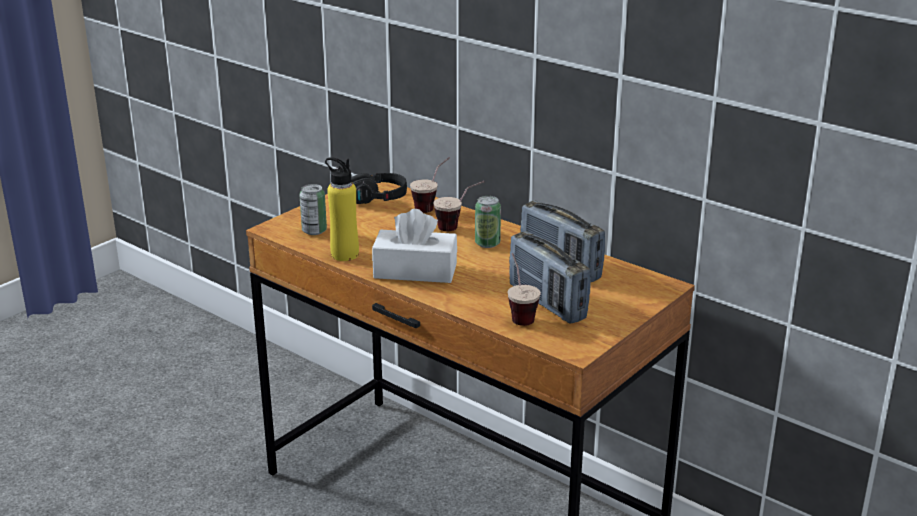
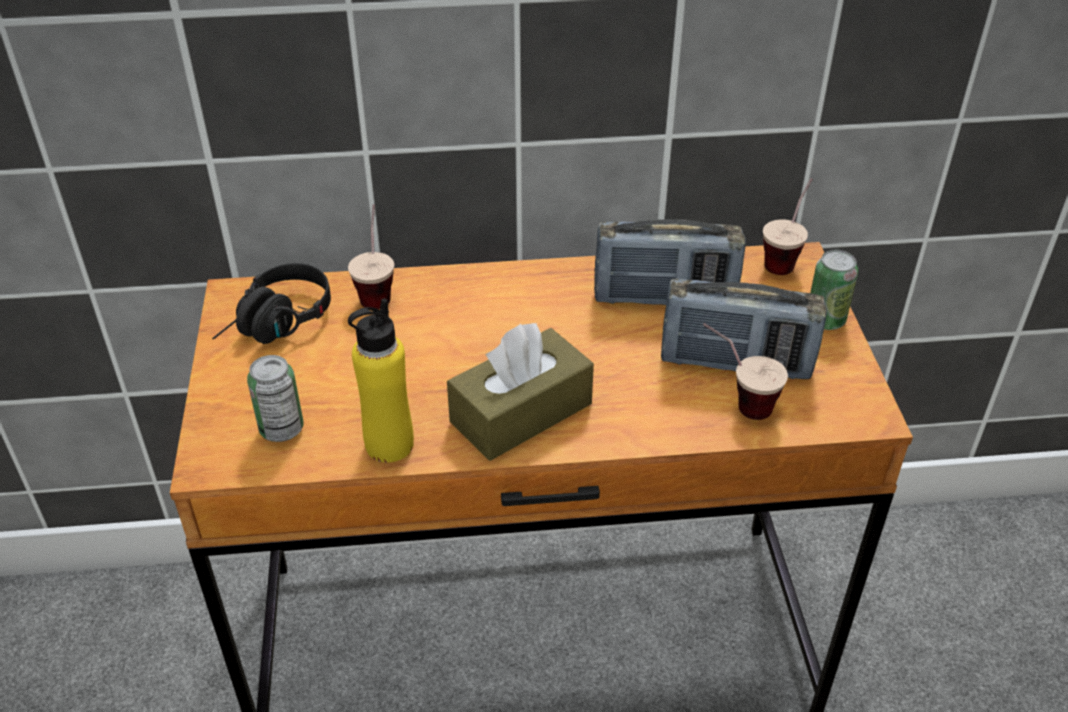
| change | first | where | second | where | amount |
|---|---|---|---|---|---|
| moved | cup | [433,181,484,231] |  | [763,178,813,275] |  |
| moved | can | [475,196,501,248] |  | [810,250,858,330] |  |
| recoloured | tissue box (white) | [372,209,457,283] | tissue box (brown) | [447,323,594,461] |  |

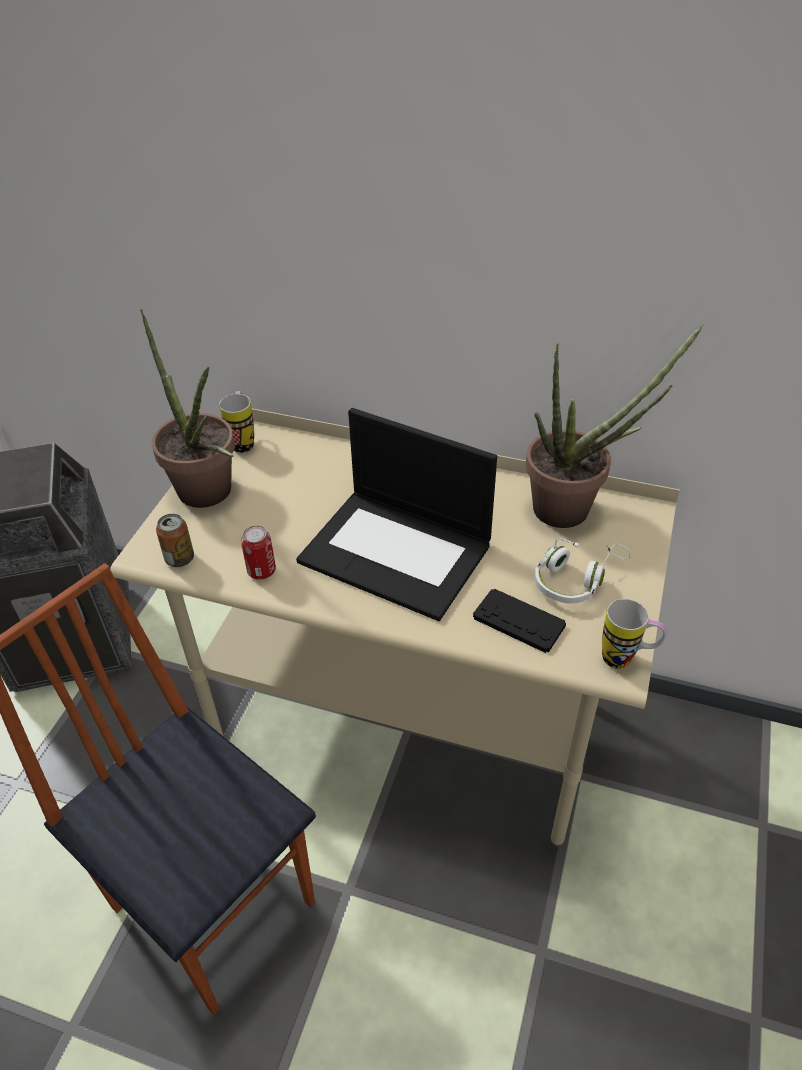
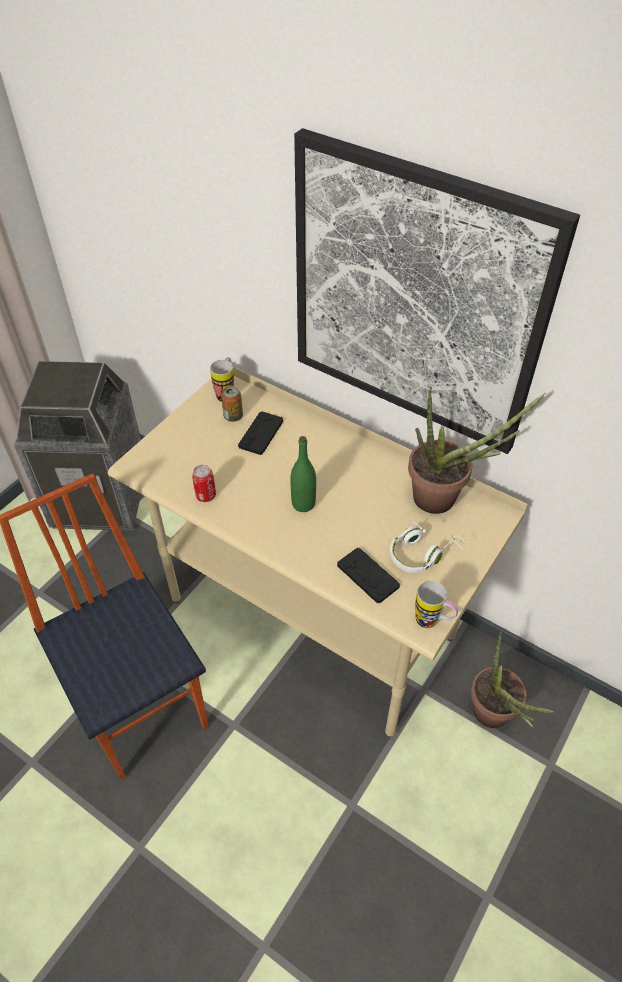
| change | first | where | second | where | amount |
|---|---|---|---|---|---|
| added |  |  | game controller (black) | [238,411,283,455] |  |
| added |  |  | picture | [294,128,580,454] |  |
| moved | potted plant | [140,309,235,508] |  | [471,632,554,728] |  |
| moved | can | [156,514,194,567] |  | [221,386,243,422] |  |
| replaced | laptop | [296,408,497,621] | bottle (green) | [290,436,316,512] |  |

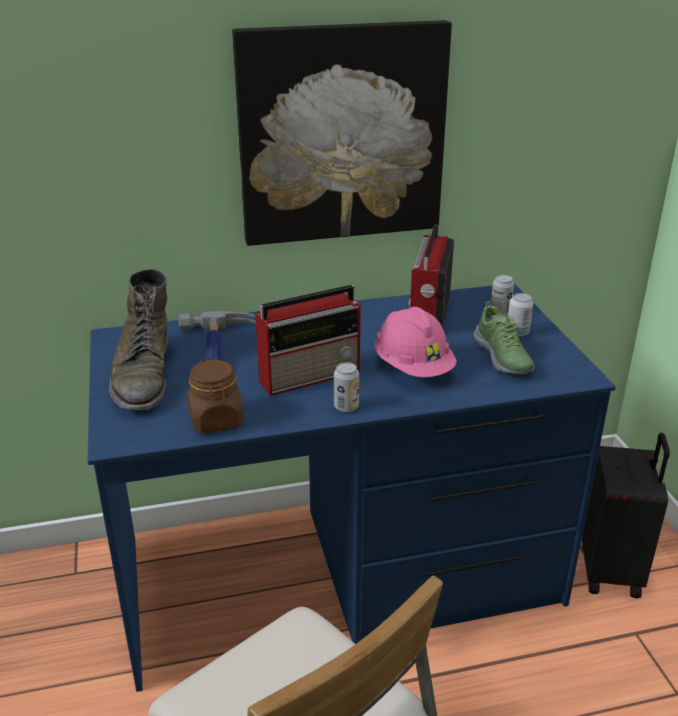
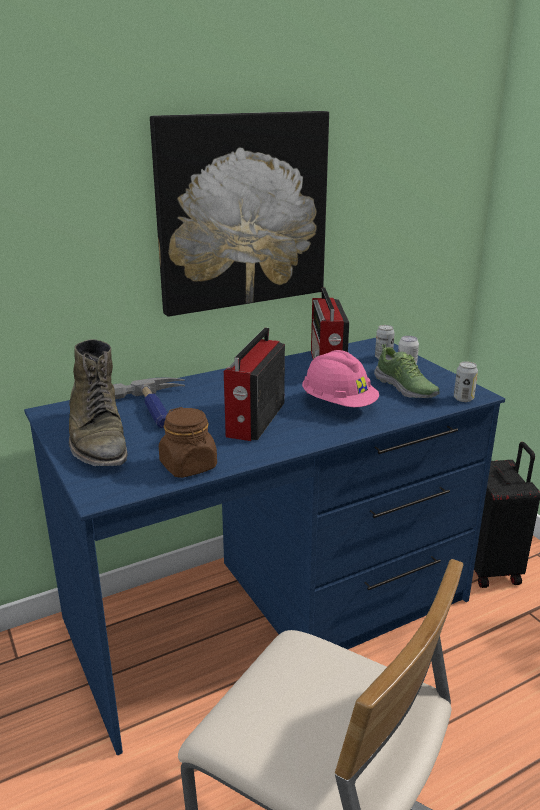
| change | first | where | second | where | amount |
|---|---|---|---|---|---|
| moved | can | [334,362,359,412] |  | [454,362,478,402] |  |
| turned | radio | [255,285,361,396] |  | [224,328,285,441] | 150 degrees clockwise |

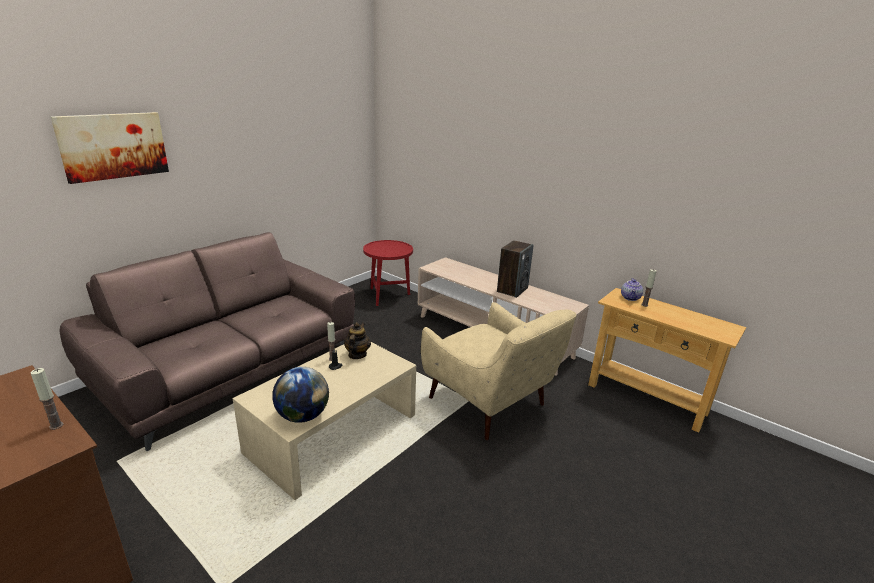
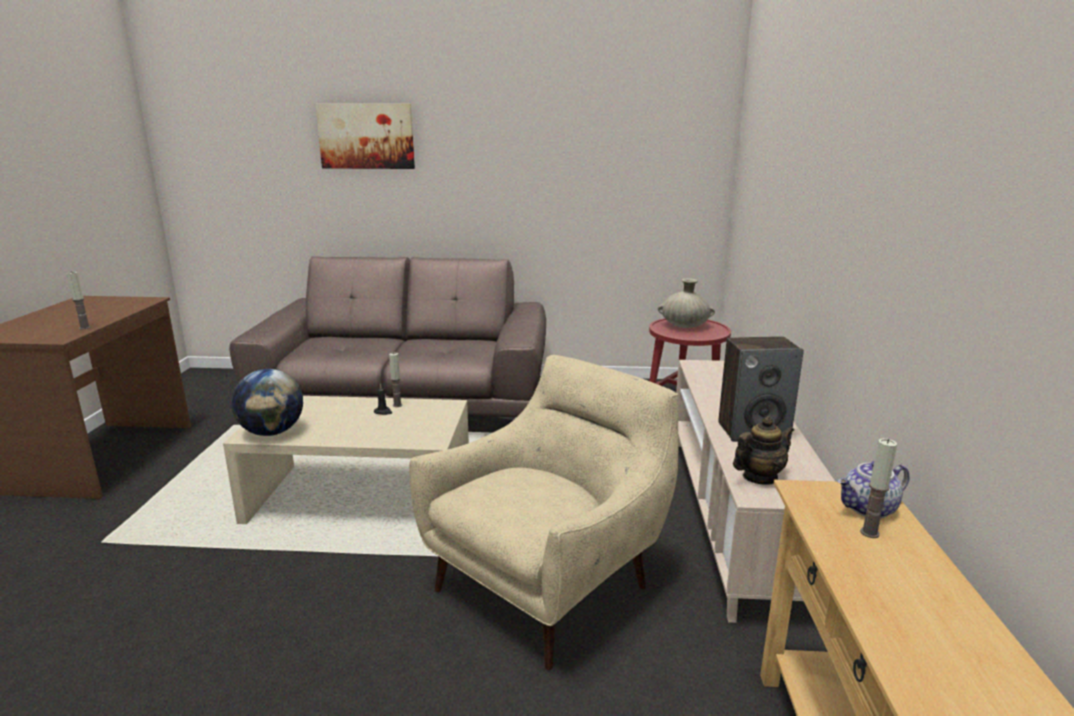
| change | first | where | second | where | amount |
|---|---|---|---|---|---|
| added |  |  | vase (beige) | [658,278,715,328] |  |
| moved | teapot | [344,322,371,359] |  | [733,416,794,485] |  |
| turned | armchair (beige) | [421,302,577,440] |  | [409,355,678,670] | 150 degrees counterclockwise |

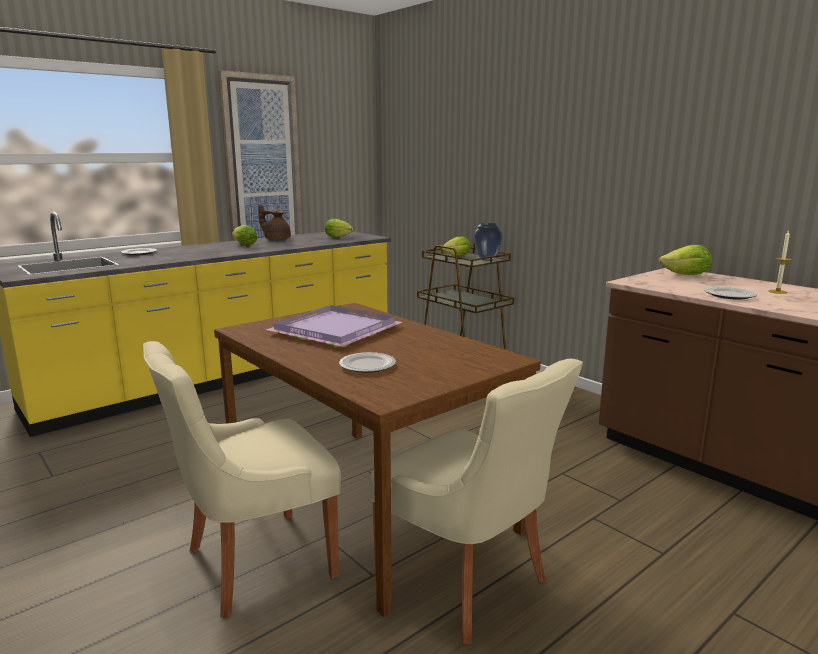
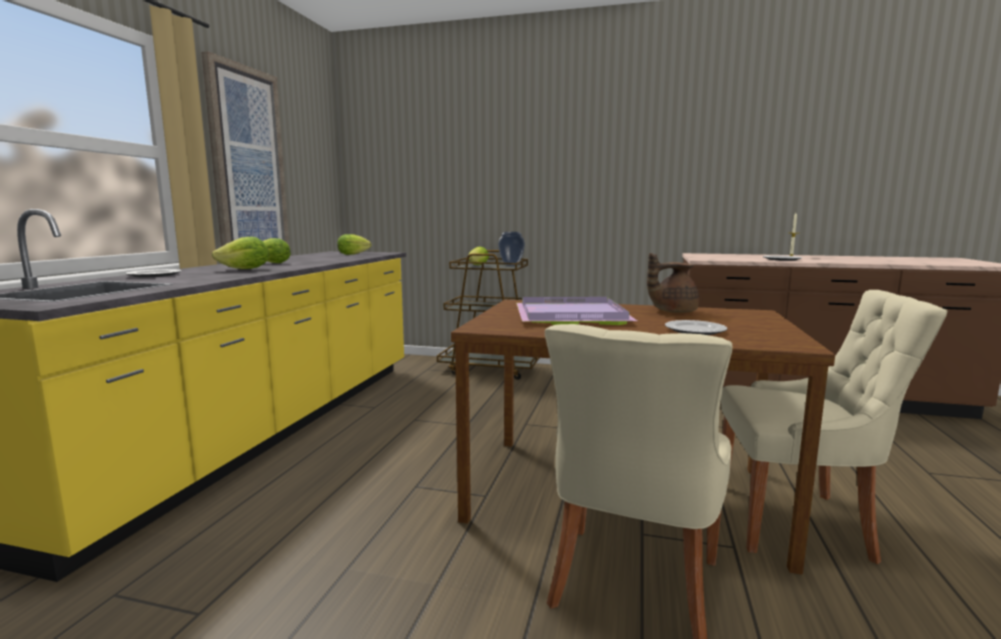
| change | first | where | second | where | amount |
|---|---|---|---|---|---|
| moved | teapot (brown) | [258,204,291,241] |  | [647,253,699,313] |  |
| moved | lettuce | [659,245,712,275] |  | [212,237,269,269] |  |

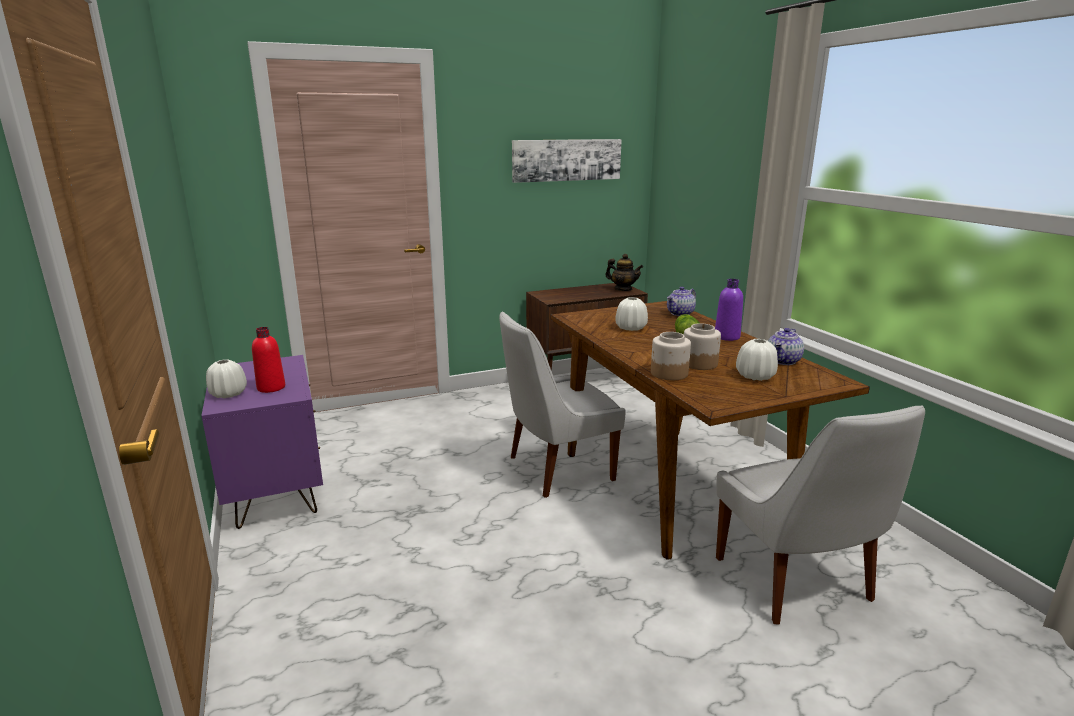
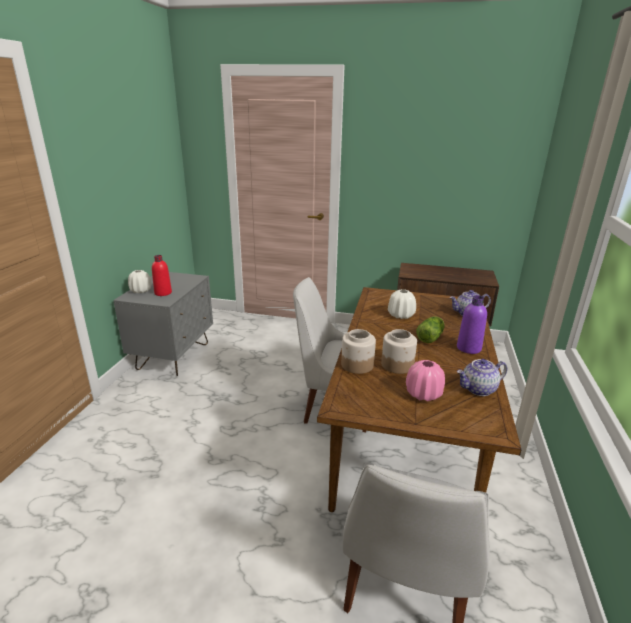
| change | first | where | second | where | amount |
|---|---|---|---|---|---|
| removed | picture | [512,139,622,183] |  |  |  |
| removed | teapot | [605,254,643,291] |  |  |  |
| recoloured | nightstand (purple) | [201,355,323,529] | nightstand (grey) | [113,272,213,376] |  |
| recoloured | vase (white) | [736,339,778,381] | vase (pink) | [406,360,445,402] |  |

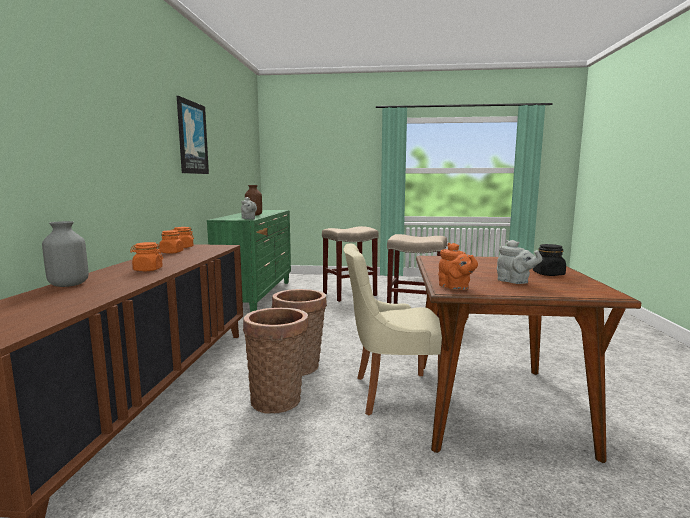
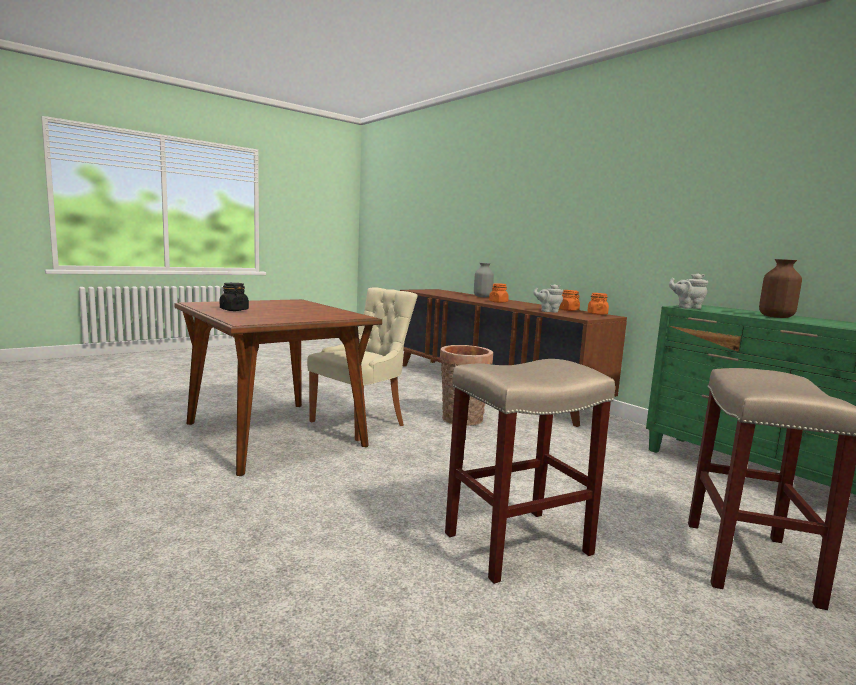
| change | first | where | second | where | amount |
|---|---|---|---|---|---|
| removed | picture | [177,96,209,174] |  |  |  |
| removed | basket | [243,308,309,414] |  |  |  |
| removed | teapot (orange) | [438,243,478,290] |  |  |  |
| moved | teapot (grey) | [497,240,542,284] |  | [533,284,563,313] |  |

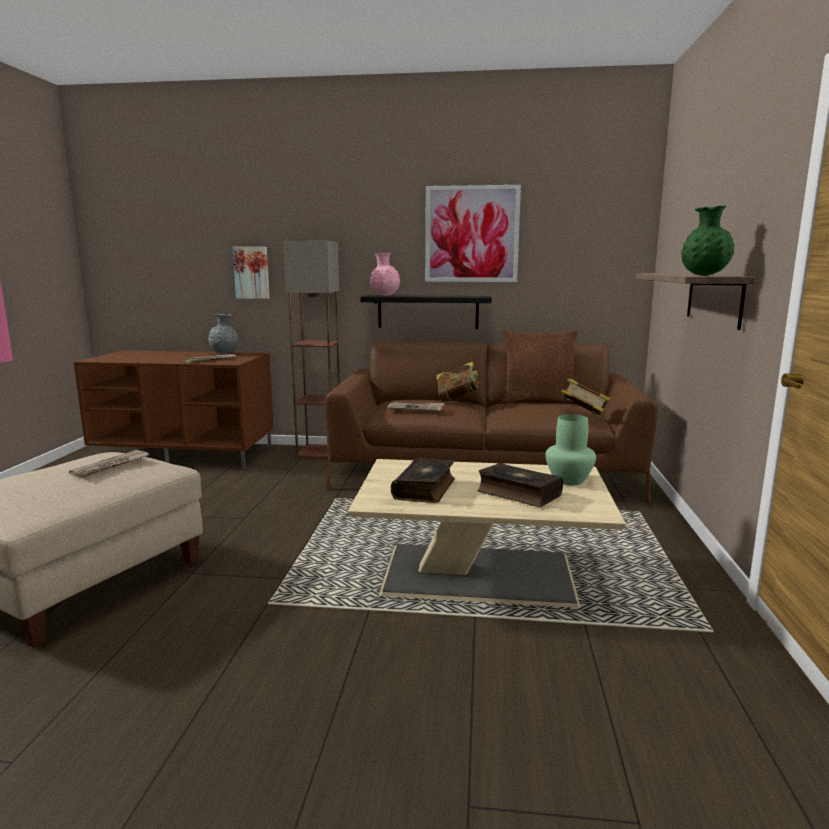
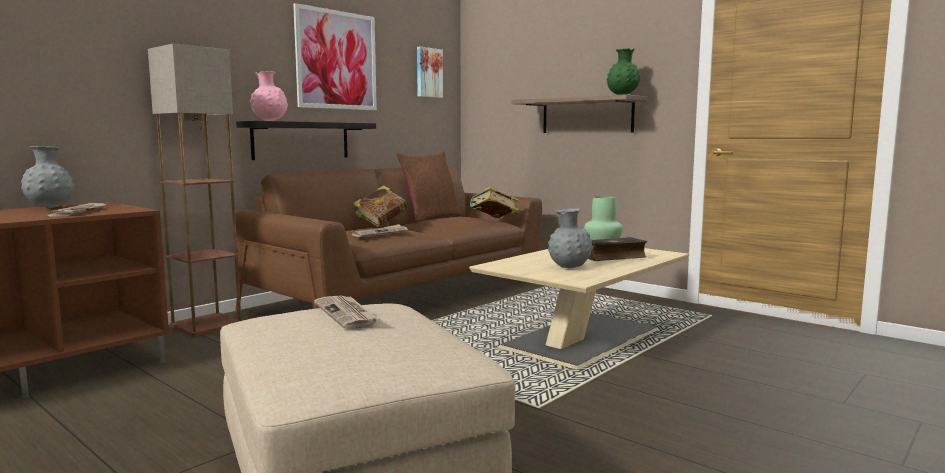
| change | first | where | second | where | amount |
|---|---|---|---|---|---|
| moved | picture | [233,247,270,299] |  | [417,46,443,98] |  |
| replaced | book | [391,457,455,503] | vase (grey) | [548,208,593,268] |  |

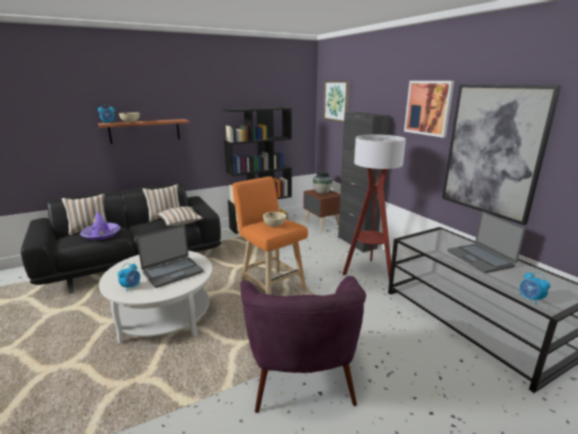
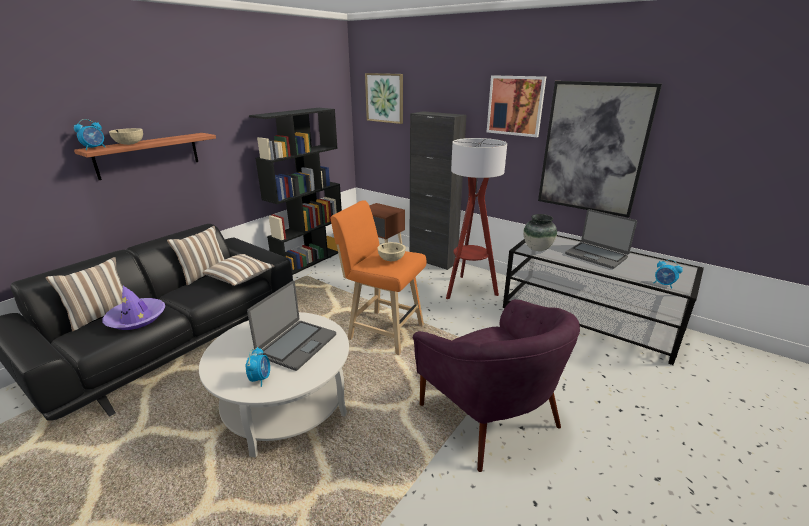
| change | first | where | second | where | amount |
|---|---|---|---|---|---|
| moved | vase | [313,171,333,194] |  | [523,214,557,251] |  |

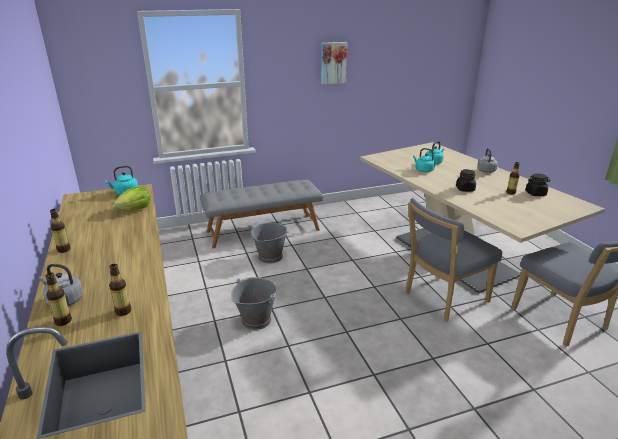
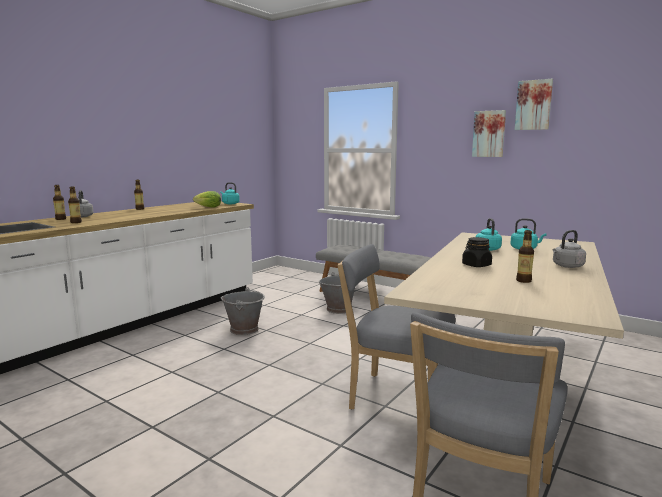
| change | first | where | second | where | amount |
|---|---|---|---|---|---|
| removed | jar (black) | [525,173,550,196] |  |  |  |
| added |  |  | picture | [515,79,553,130] |  |

